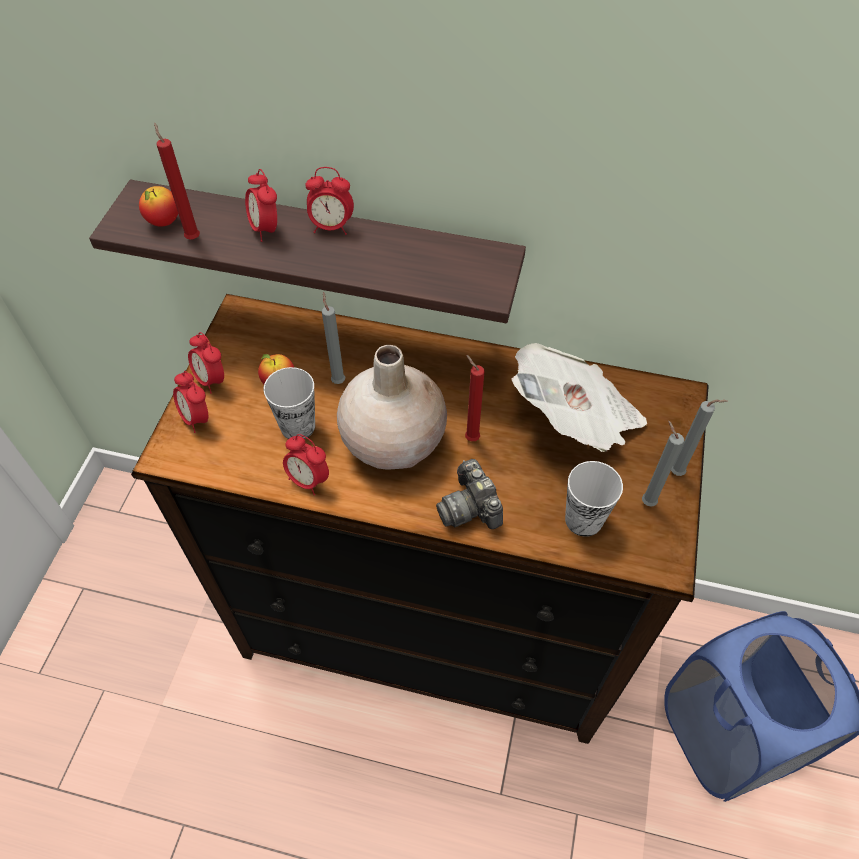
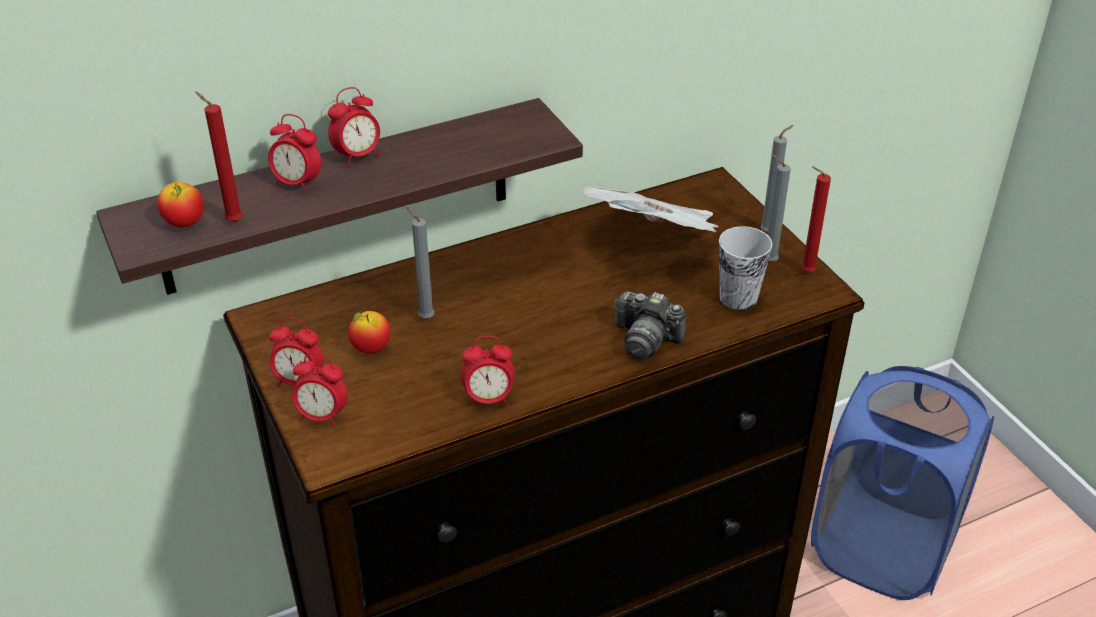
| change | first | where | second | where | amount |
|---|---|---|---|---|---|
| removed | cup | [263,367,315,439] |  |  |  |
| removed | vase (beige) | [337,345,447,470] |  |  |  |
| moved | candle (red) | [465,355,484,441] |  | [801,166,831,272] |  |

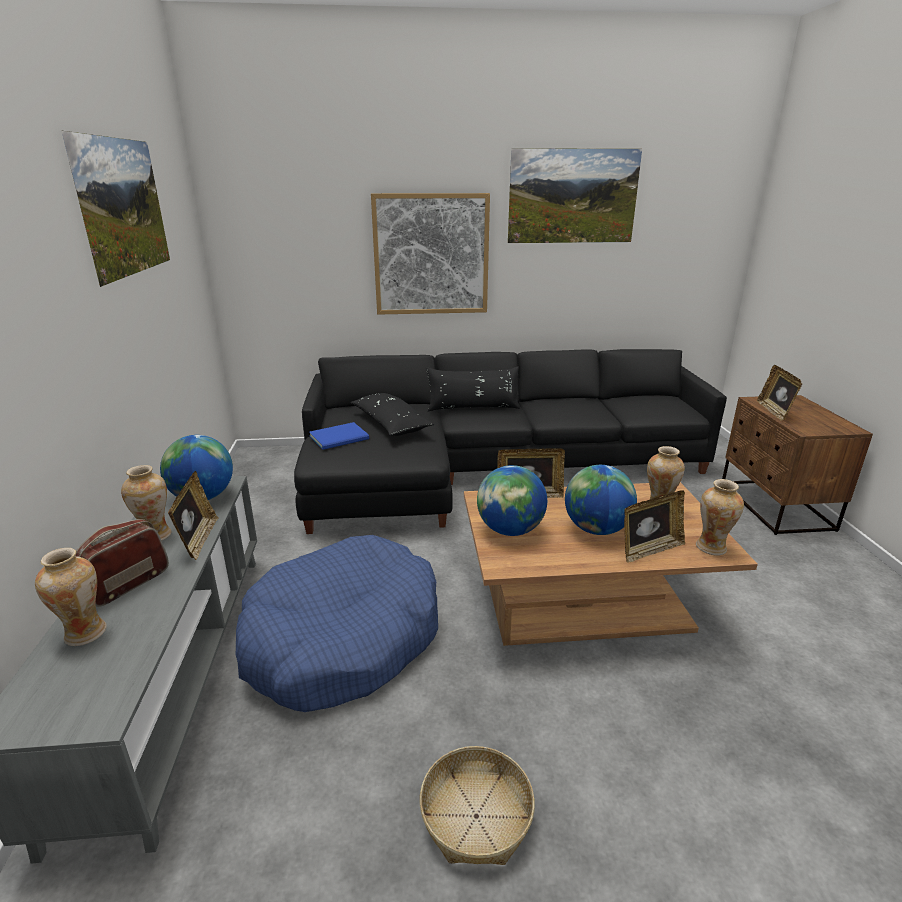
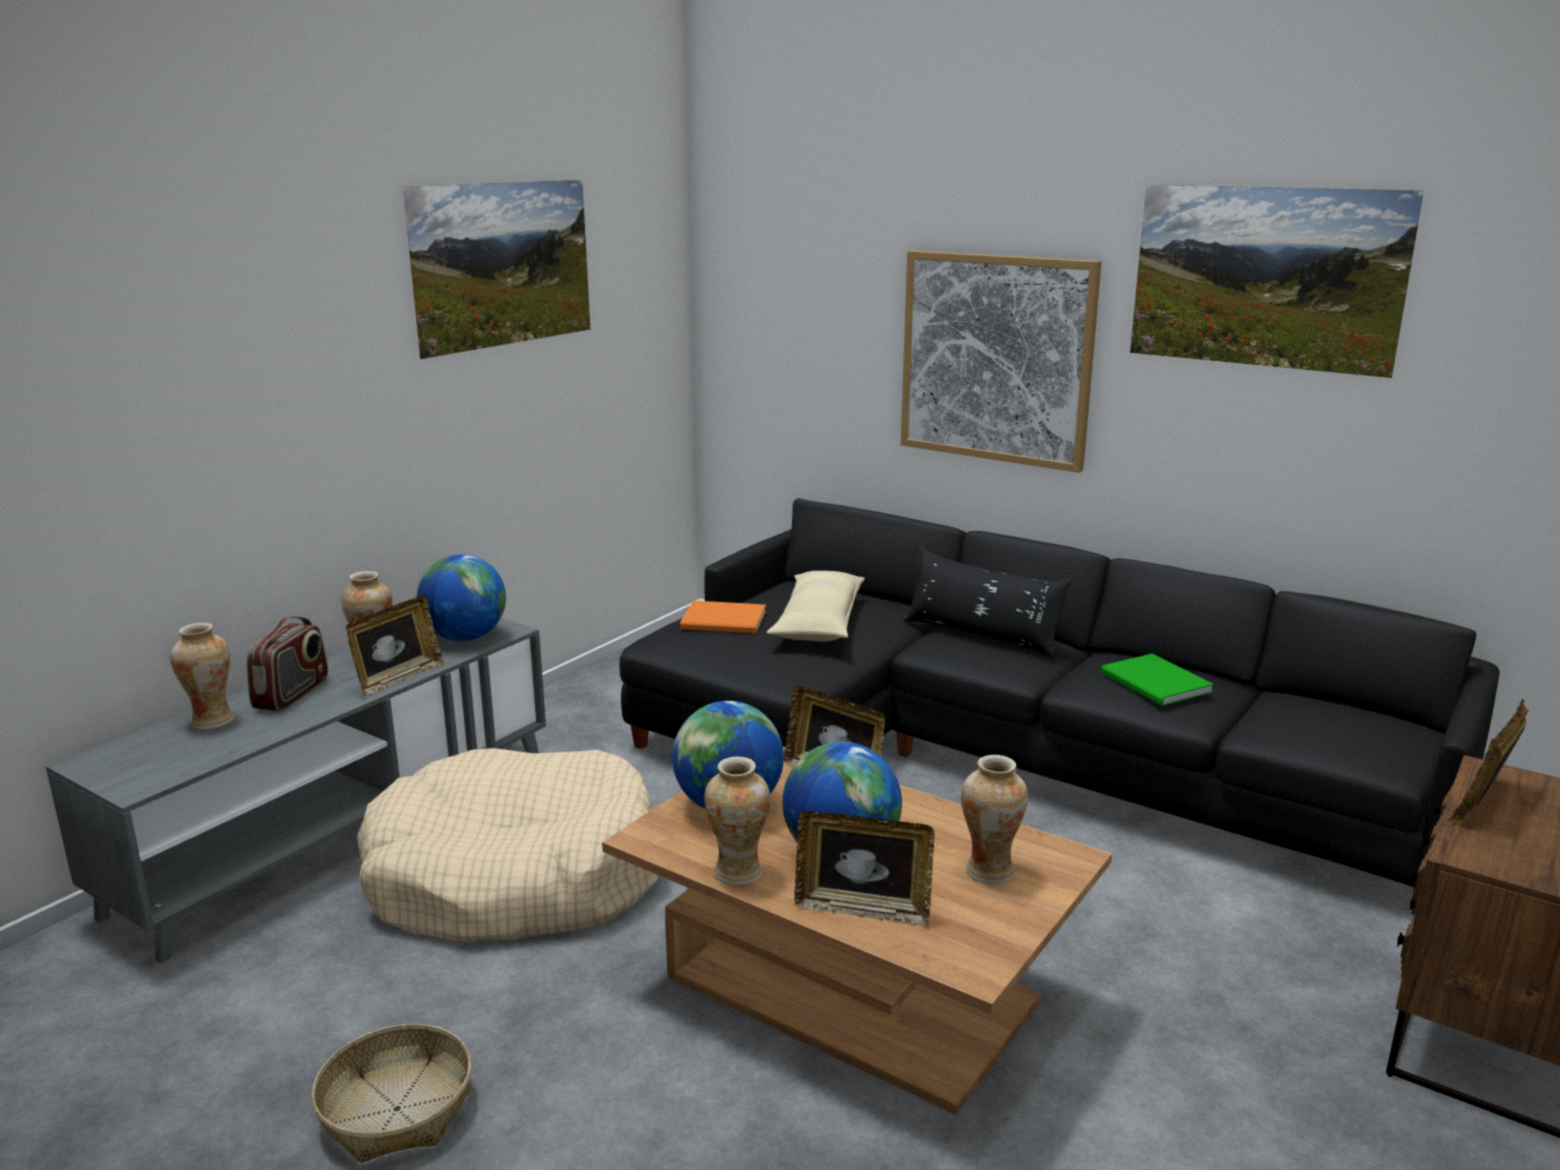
| change | first | where | second | where | amount |
|---|---|---|---|---|---|
| added |  |  | book (green) | [1101,654,1214,706] |  |
| moved | vase | [696,479,744,556] |  | [704,756,770,886] |  |
| recoloured | dog bed (blue) | [236,535,438,712] | dog bed (beige) | [357,748,659,943] |  |
| recoloured | book (blue) | [309,422,369,450] | book (orange) | [680,601,766,634] |  |
| recoloured | pillow (black) | [350,393,434,436] | pillow (beige) | [766,571,865,642] |  |
| turned | radio | [75,519,169,607] |  | [246,617,328,711] | 120 degrees clockwise |

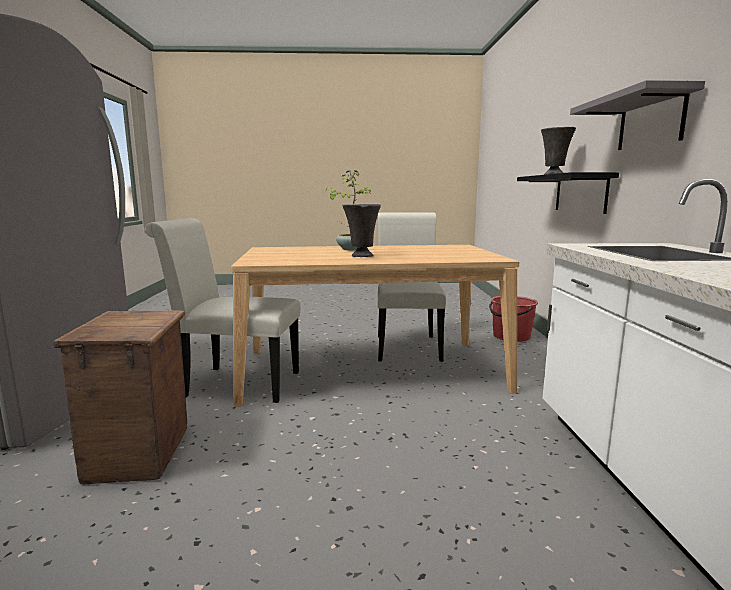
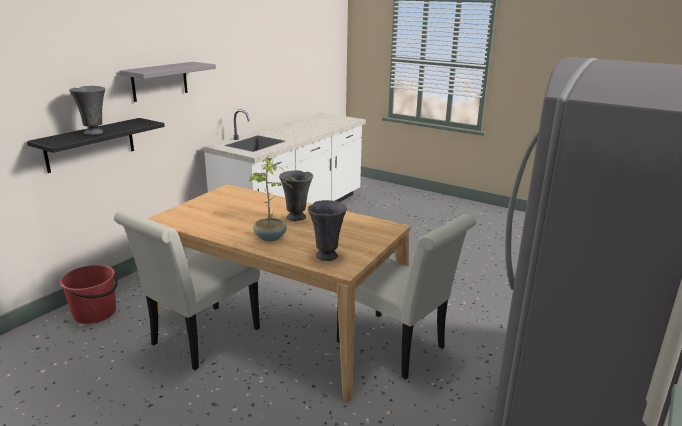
| change | first | where | second | where | amount |
|---|---|---|---|---|---|
| removed | crate | [53,311,187,484] |  |  |  |
| added |  |  | vase (grey) | [308,200,347,261] |  |

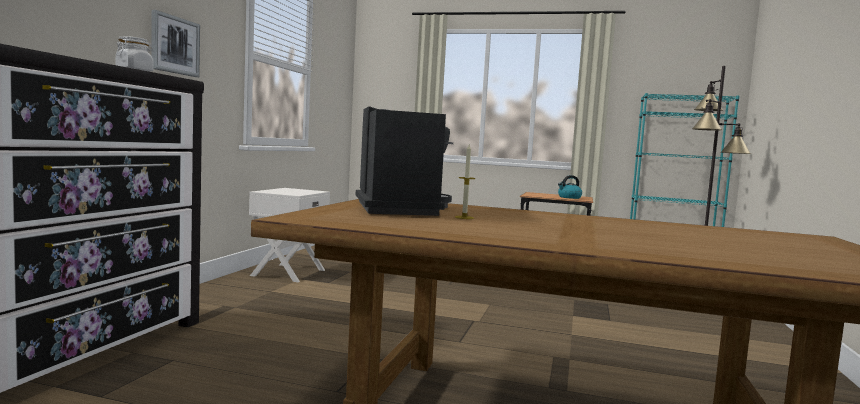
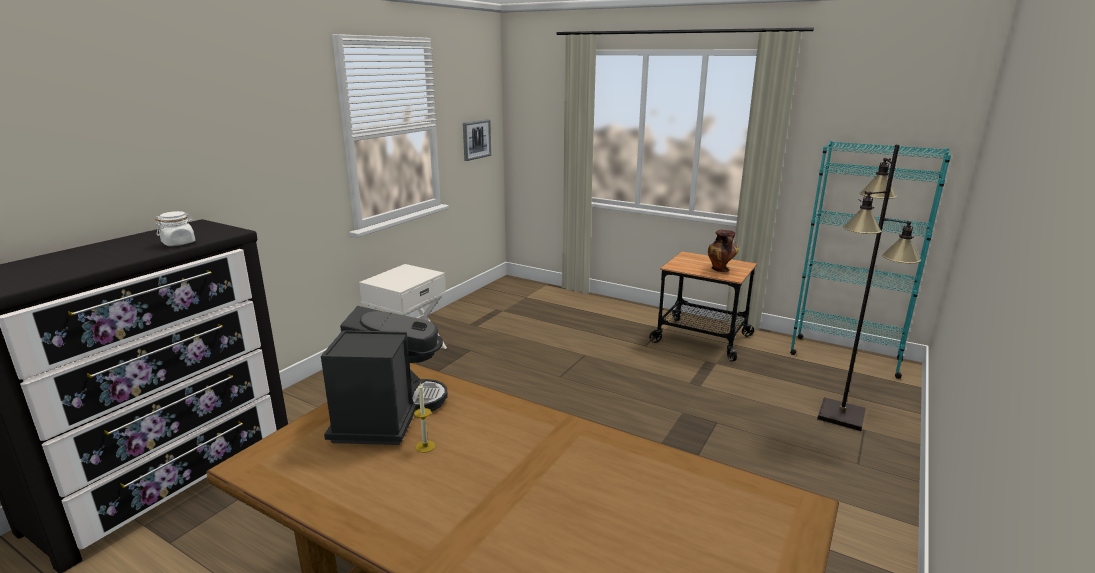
| change | first | where | second | where | amount |
|---|---|---|---|---|---|
| moved | picture | [151,10,200,77] |  | [463,119,491,161] |  |
| replaced | kettle | [558,175,582,199] | vase | [708,230,739,272] |  |

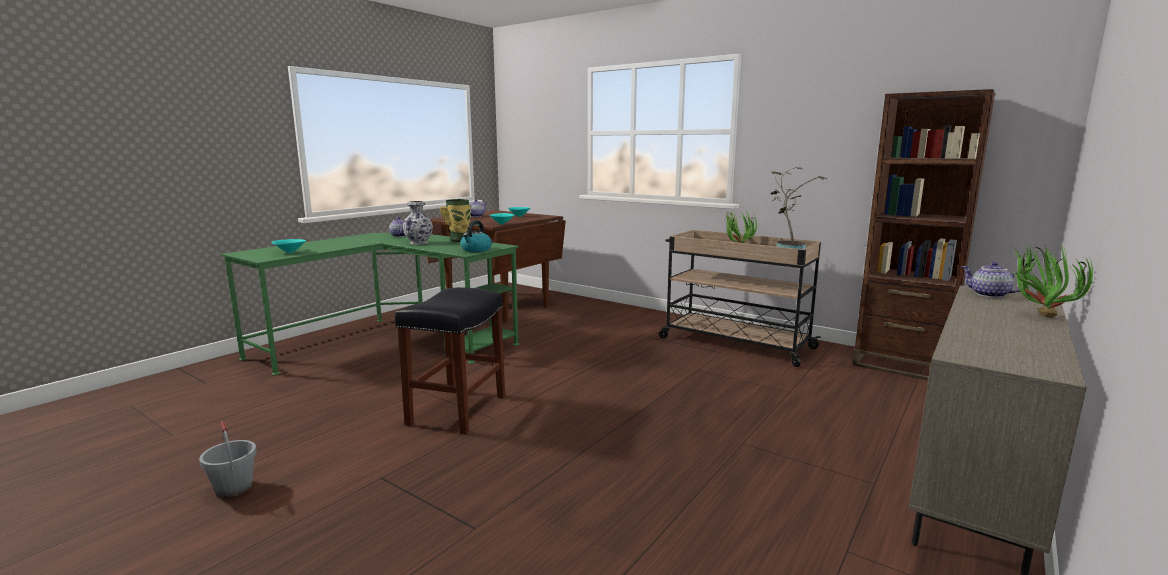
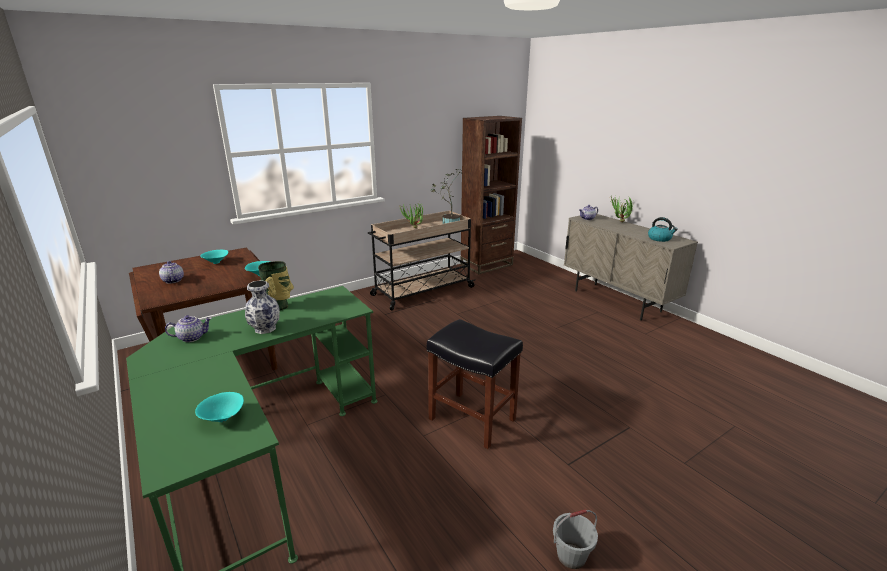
| change | first | where | second | where | amount |
|---|---|---|---|---|---|
| moved | kettle | [460,220,492,252] |  | [648,217,678,242] |  |

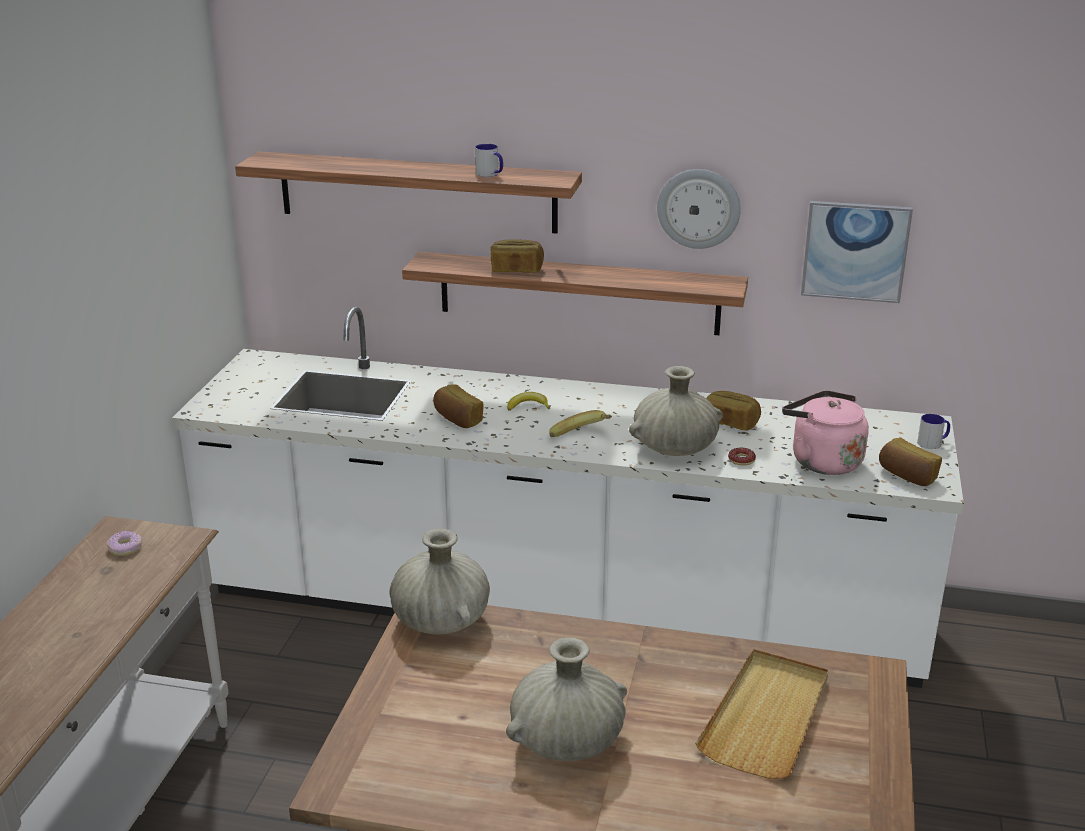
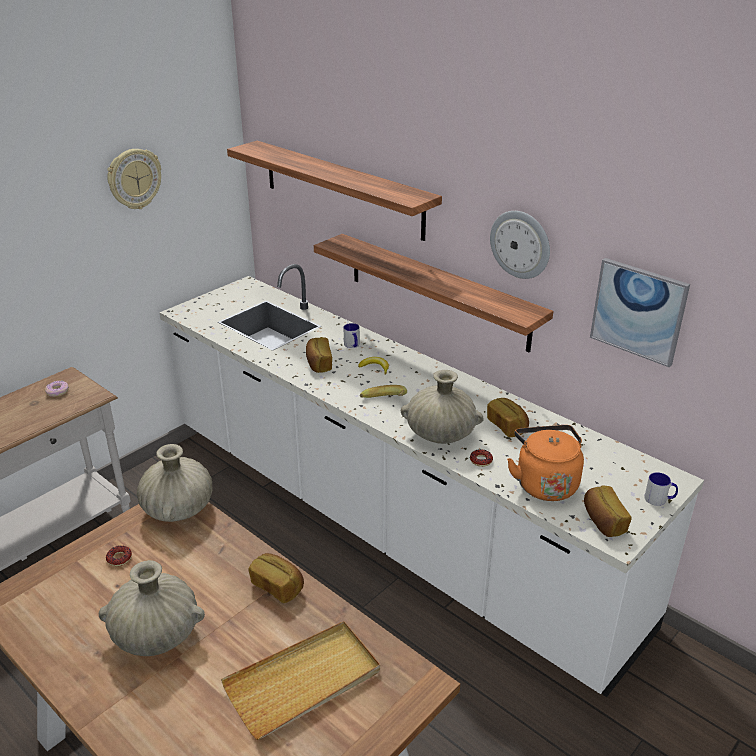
| change | first | where | second | where | amount |
|---|---|---|---|---|---|
| added |  |  | donut | [106,546,132,566] |  |
| added |  |  | wall clock | [107,149,161,209] |  |
| moved | mug | [475,144,503,177] |  | [344,323,360,348] |  |
| moved | bread | [491,239,544,273] |  | [249,553,304,603] |  |
| recoloured | kettle (pink) | [782,390,869,475] | kettle (orange) | [507,425,584,501] |  |

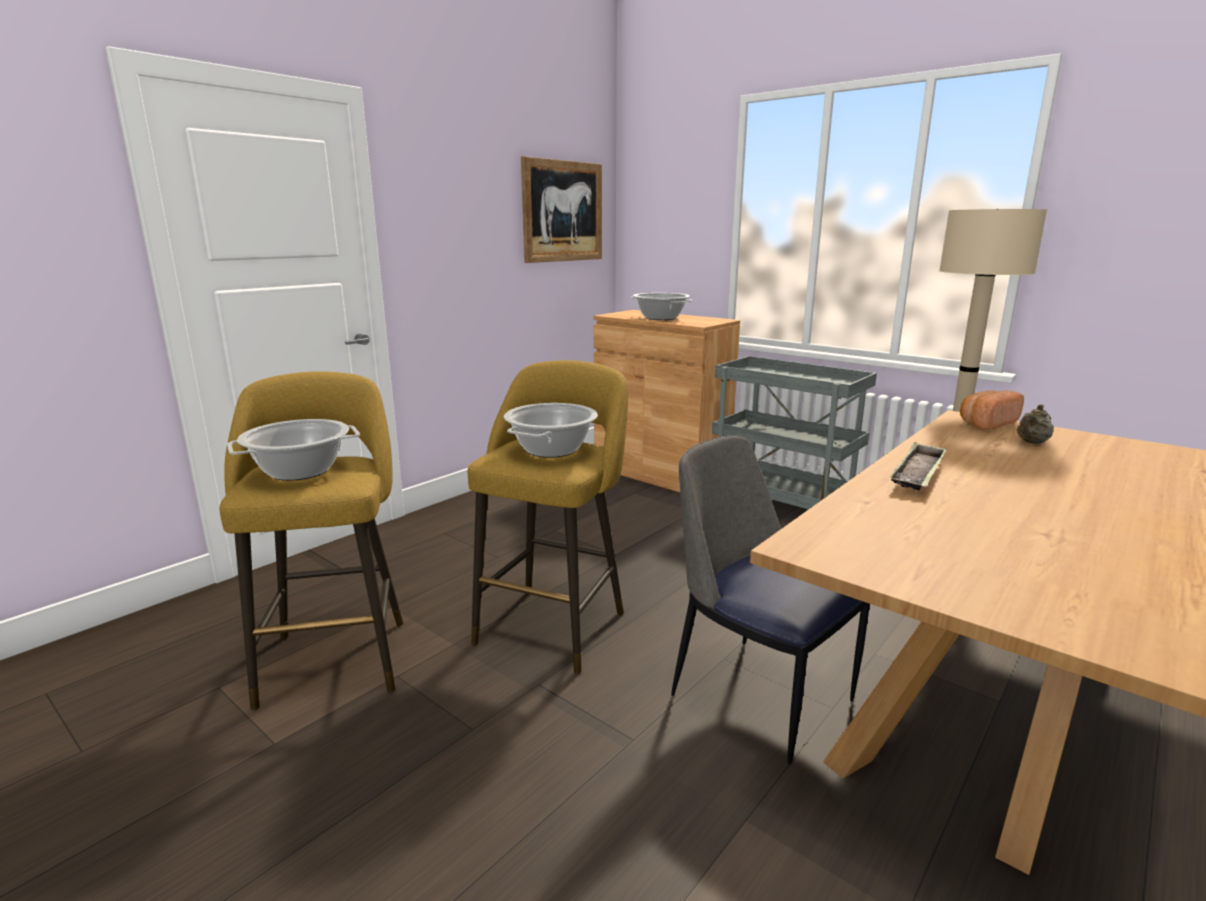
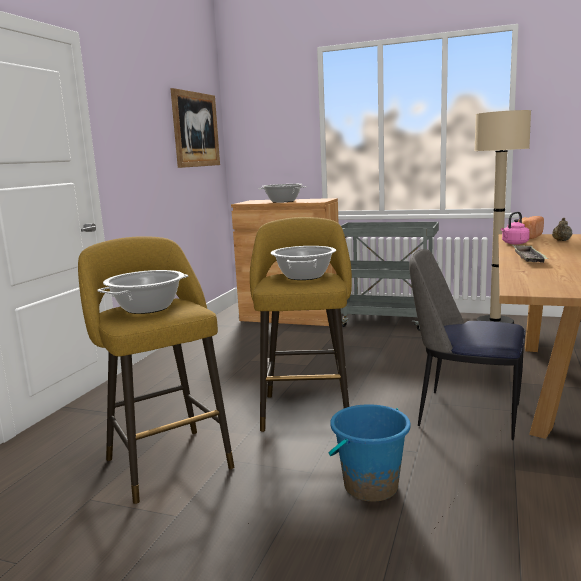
| change | first | where | second | where | amount |
|---|---|---|---|---|---|
| added |  |  | bucket (blue) | [329,404,411,502] |  |
| added |  |  | kettle (pink) | [501,212,530,244] |  |

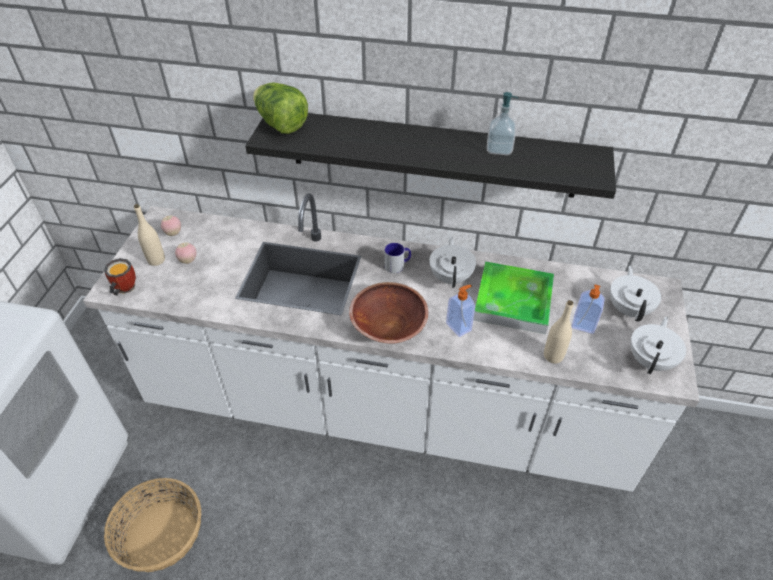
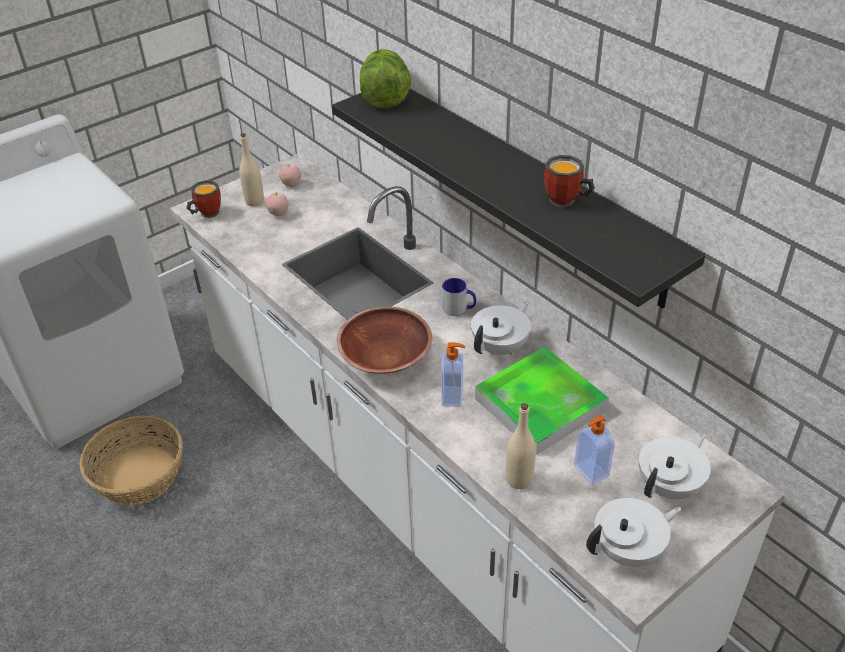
| change | first | where | second | where | amount |
|---|---|---|---|---|---|
| replaced | soap dispenser | [487,92,518,155] | mug | [544,155,595,207] |  |

